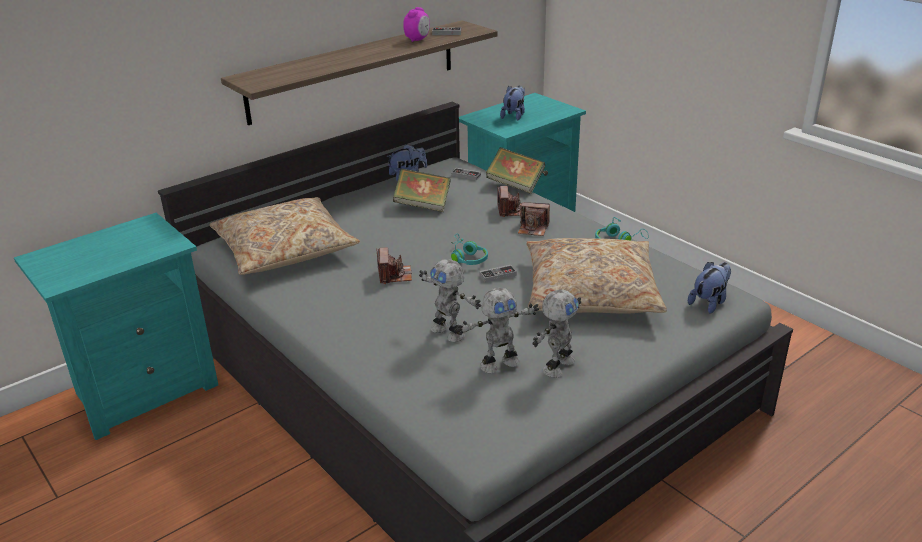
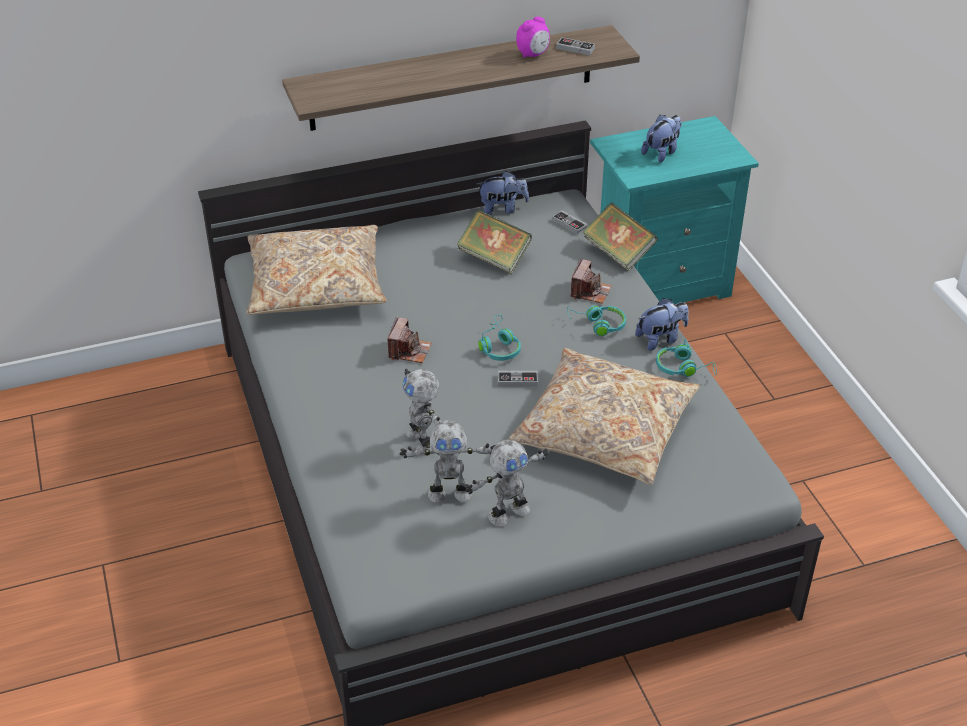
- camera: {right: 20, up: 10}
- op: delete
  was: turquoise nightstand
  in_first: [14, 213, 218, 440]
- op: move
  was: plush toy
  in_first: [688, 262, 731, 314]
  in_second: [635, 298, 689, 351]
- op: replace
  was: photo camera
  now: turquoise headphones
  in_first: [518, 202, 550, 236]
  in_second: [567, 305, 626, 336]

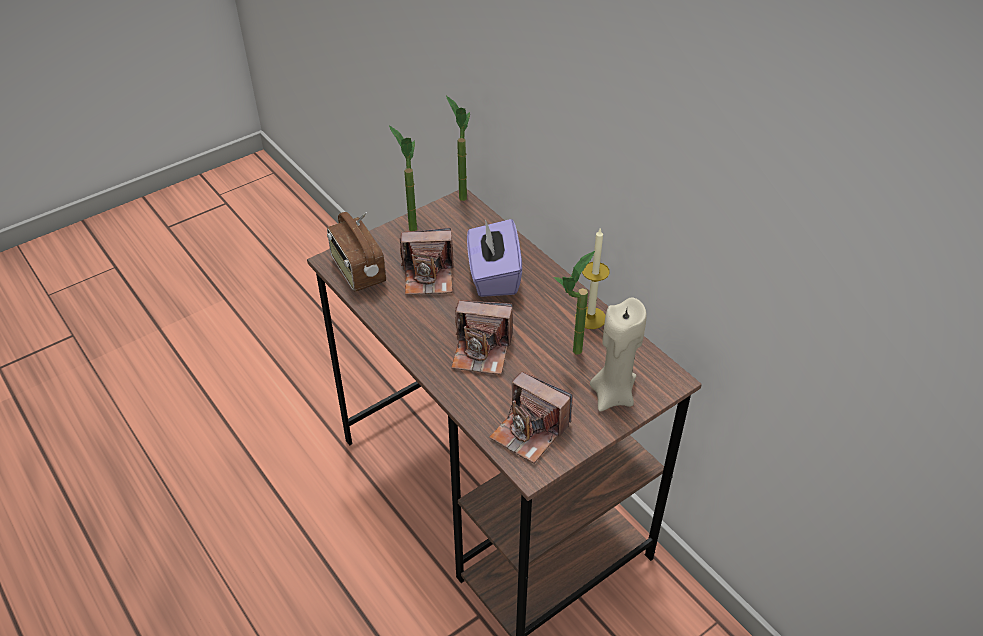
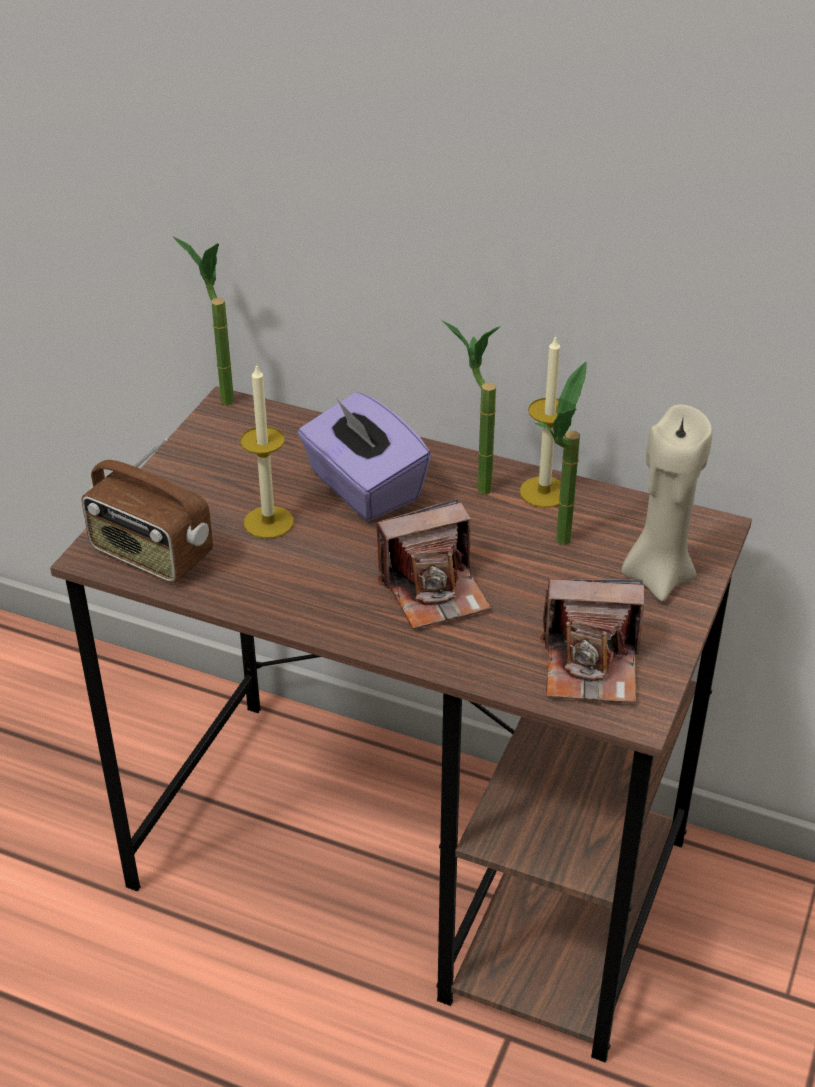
- camera: {right: -30, up: -5}
- op: move
  was: potted plant
  in_first: [389, 126, 417, 231]
  in_second: [442, 321, 501, 495]
- op: replace
  was: photo camera
  now: candle
  in_first: [400, 228, 454, 295]
  in_second: [240, 363, 294, 539]

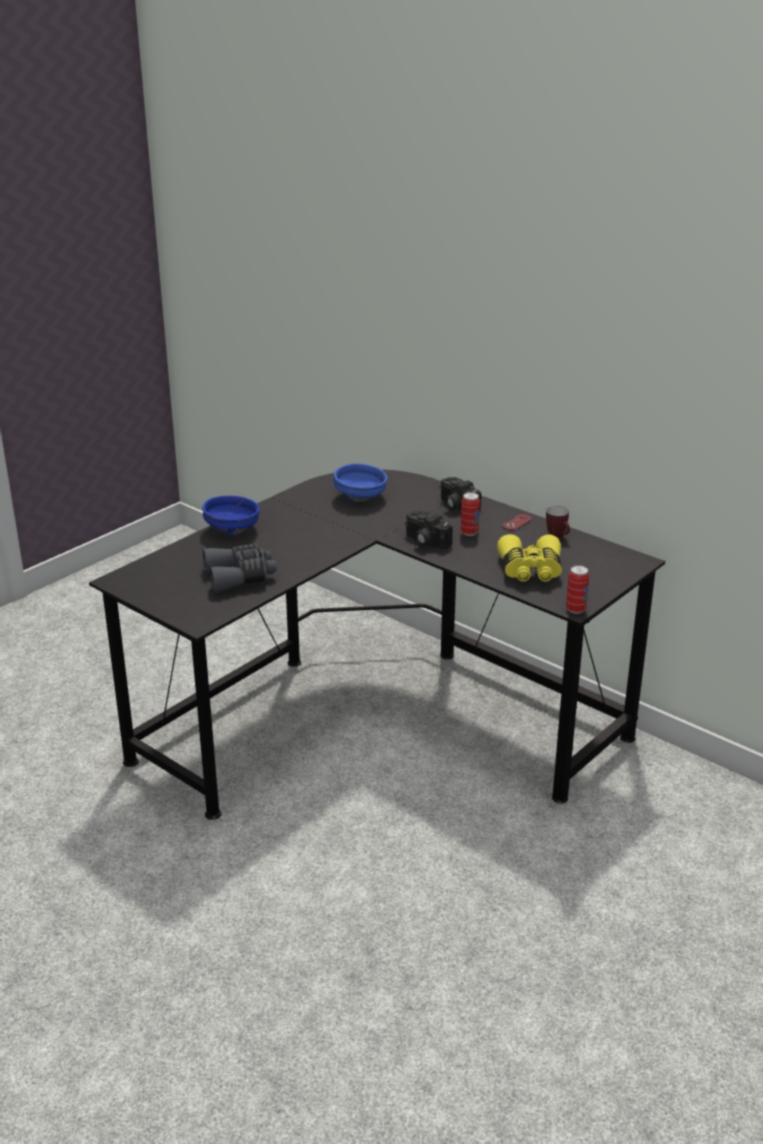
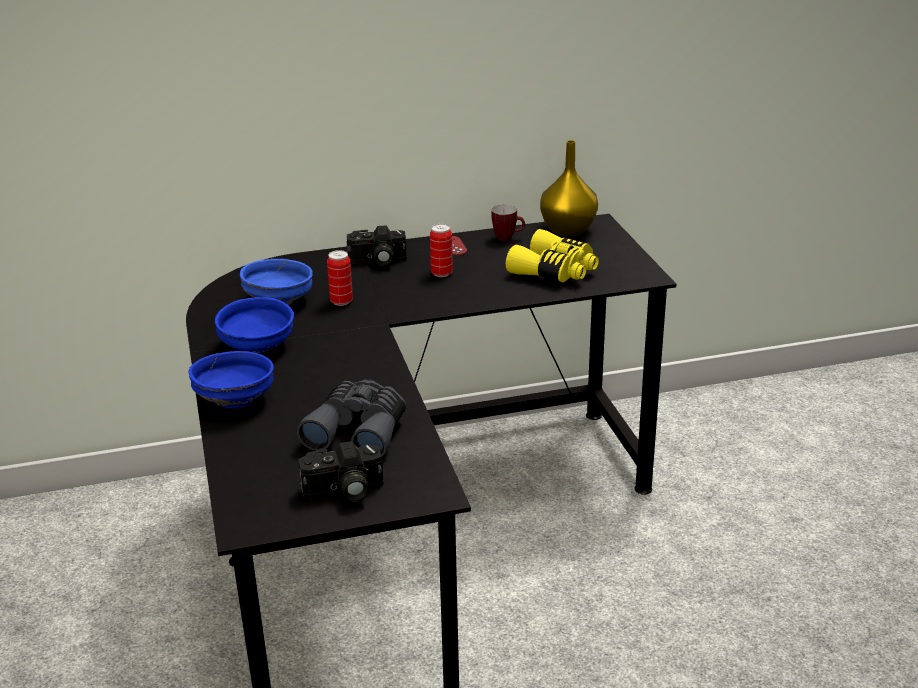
- camera: {right: -55, up: 0}
- op: insert
  now: blue bowl
  in_second: [215, 297, 294, 353]
- op: insert
  now: yellow vase
  in_second: [540, 140, 598, 237]
- op: move
  was: photo camera
  in_first: [405, 511, 453, 549]
  in_second: [298, 441, 384, 502]
- op: move
  was: can
  in_first: [566, 565, 589, 614]
  in_second: [327, 250, 353, 306]

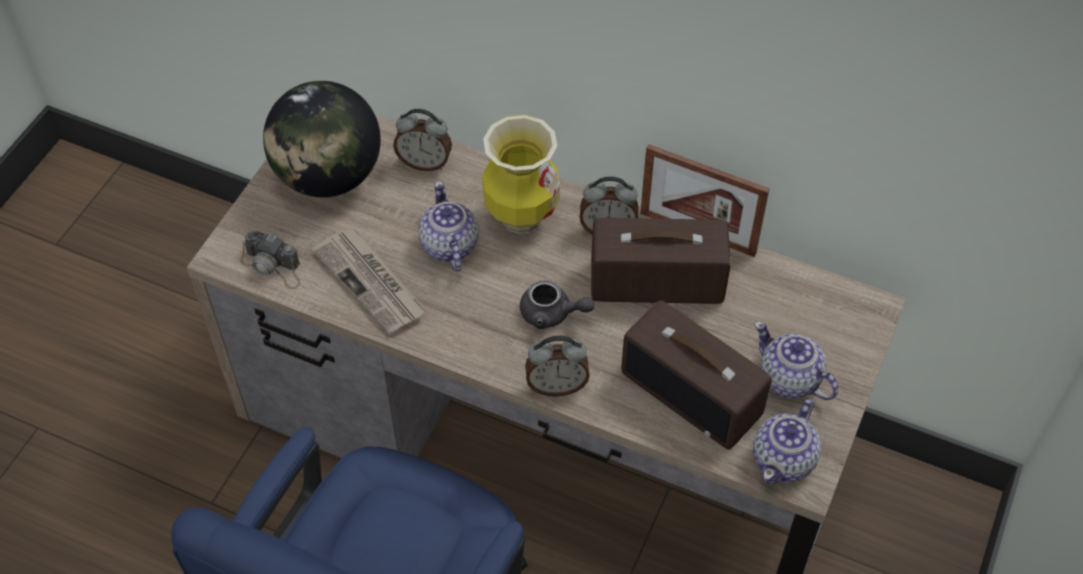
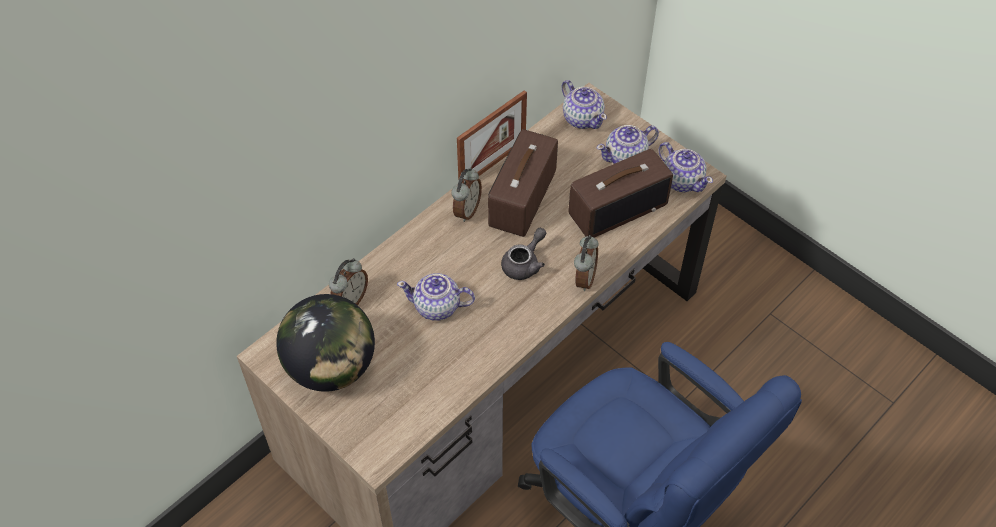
- camera: {right: -70, up: 0}
- op: delete
  was: photo camera
  in_first: [240, 231, 300, 289]
- op: delete
  was: newspaper
  in_first: [311, 228, 427, 336]
- op: delete
  was: vase
  in_first: [482, 115, 560, 234]
- op: insert
  now: teapot
  in_second: [562, 80, 607, 129]

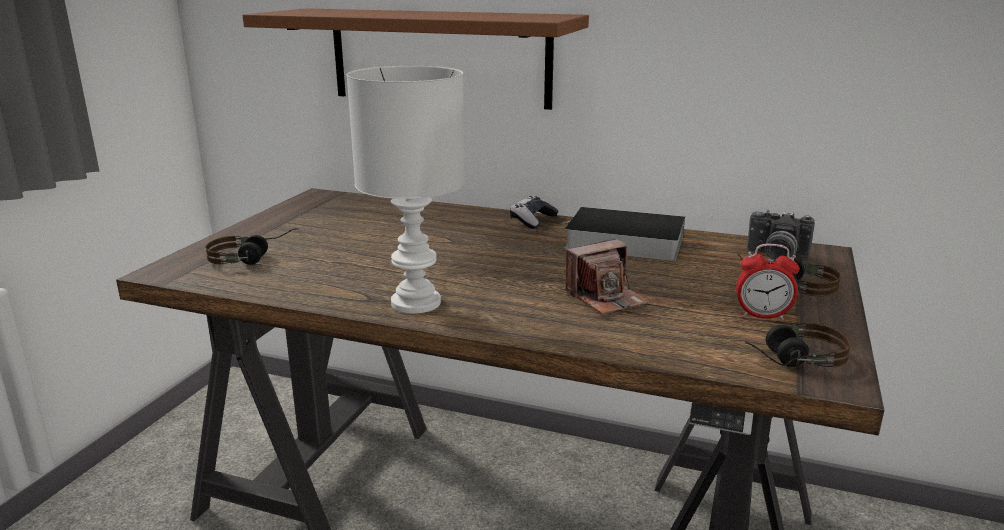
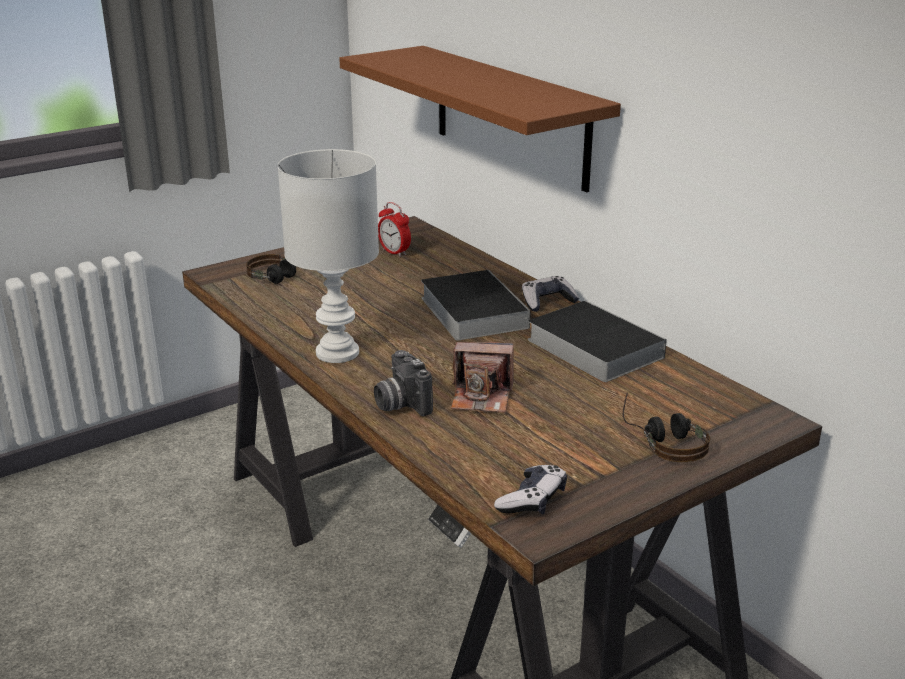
- camera: {right: 35, up: 5}
- op: insert
  now: book
  in_second: [421, 270, 531, 341]
- op: move
  was: alarm clock
  in_first: [736, 244, 799, 320]
  in_second: [378, 202, 411, 257]
- op: move
  was: photo camera
  in_first: [747, 210, 815, 261]
  in_second: [374, 350, 433, 416]
- op: replace
  was: headphones
  now: game controller
  in_first: [745, 323, 851, 367]
  in_second: [494, 465, 567, 514]

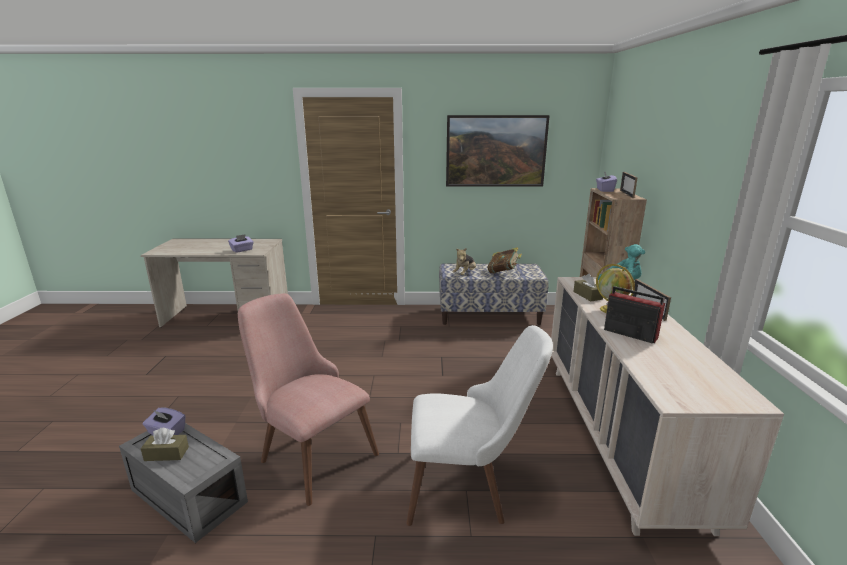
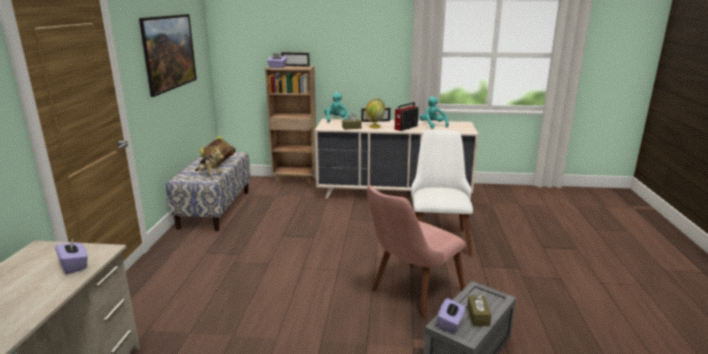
- camera: {right: -85, up: 0}
- op: insert
  now: turquoise plush toy
  in_second: [420, 96, 449, 128]

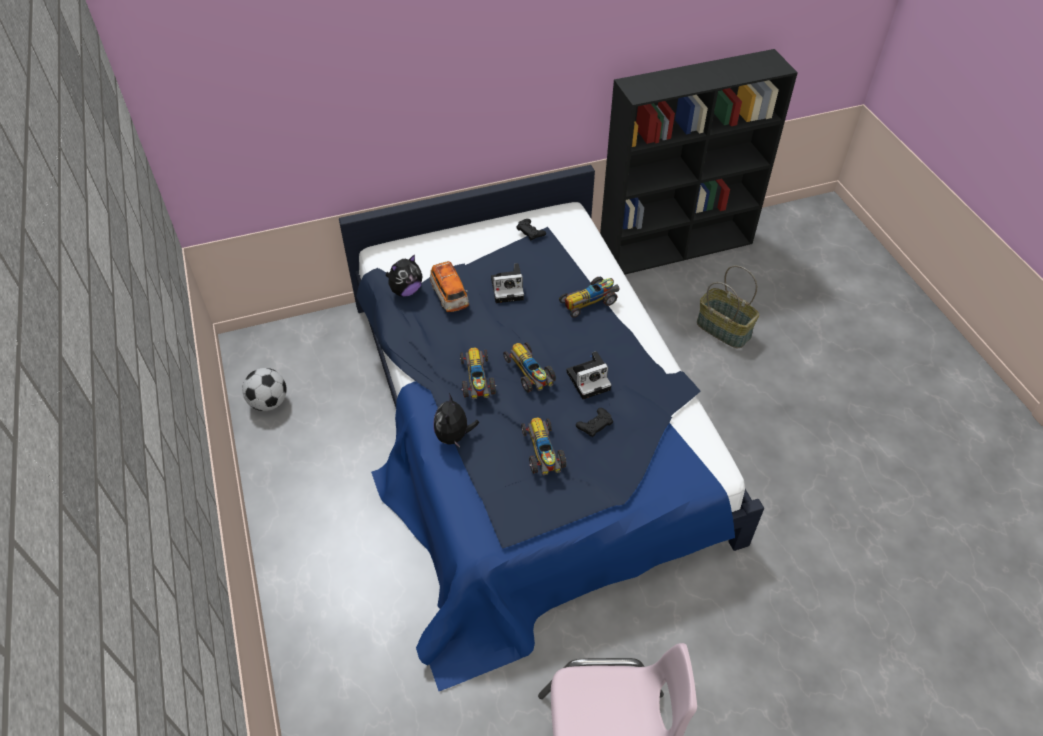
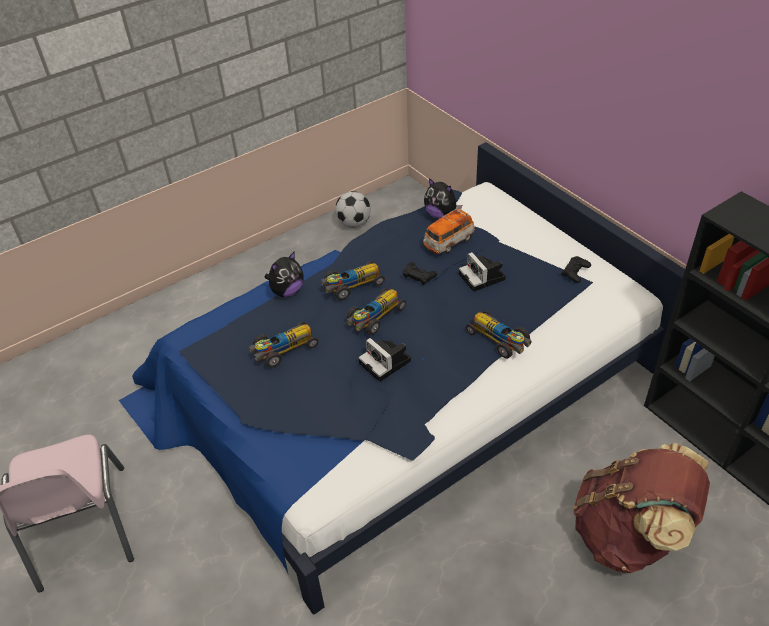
- camera: {right: 75, up: -5}
- op: move
  was: black game controller
  in_first: [576, 408, 613, 437]
  in_second: [403, 262, 437, 285]
- op: replace
  was: basket
  now: brown backpack
  in_first: [697, 265, 759, 348]
  in_second: [573, 443, 710, 573]
- op: rotate
  was: plush toy
  in_first: [433, 393, 479, 448]
  in_second: [264, 252, 304, 297]
  clockwise: 150

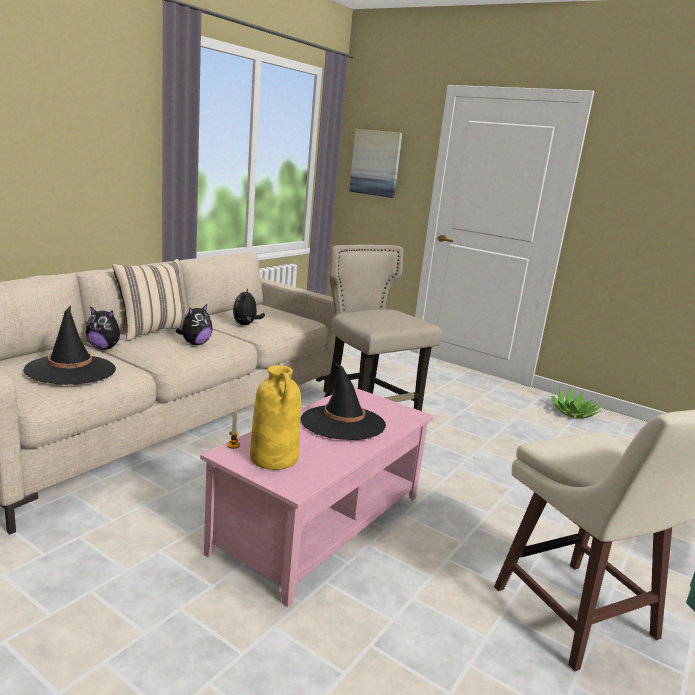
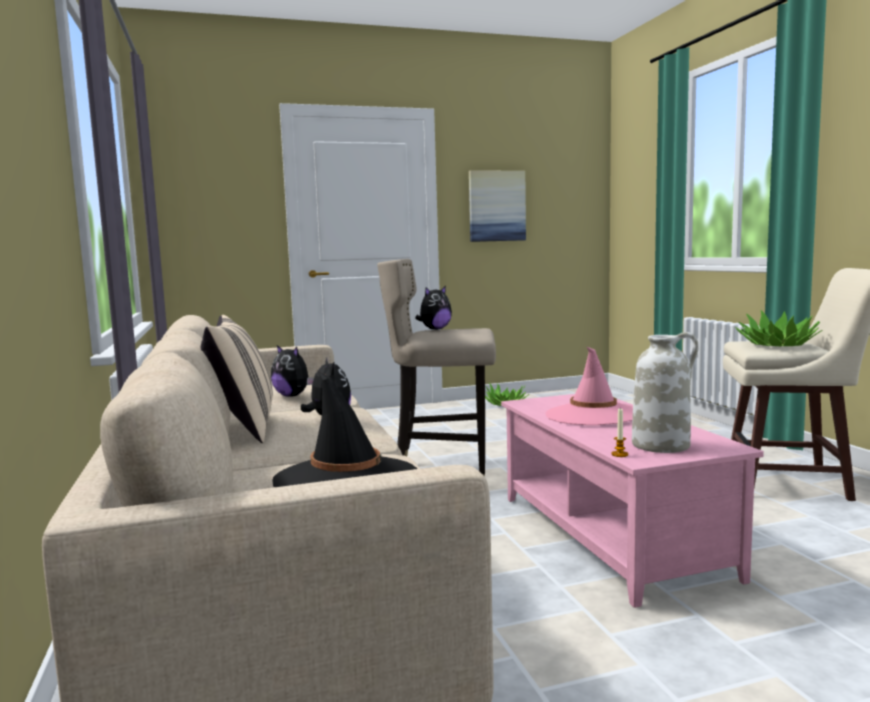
- camera: {right: -50, up: -10}
- op: insert
  now: potted plant
  in_second: [735, 310, 823, 347]
- op: move
  was: plush toy
  in_first: [86, 306, 126, 350]
  in_second: [415, 286, 452, 330]
- op: move
  was: picture
  in_first: [349, 129, 402, 198]
  in_second: [469, 170, 526, 242]
- op: recolor
  was: yellow vase
  now: white vase
  in_first: [250, 365, 301, 470]
  in_second: [632, 332, 699, 453]
- op: recolor
  was: black hat
  now: pink hat
  in_first: [301, 362, 386, 440]
  in_second: [545, 347, 633, 425]

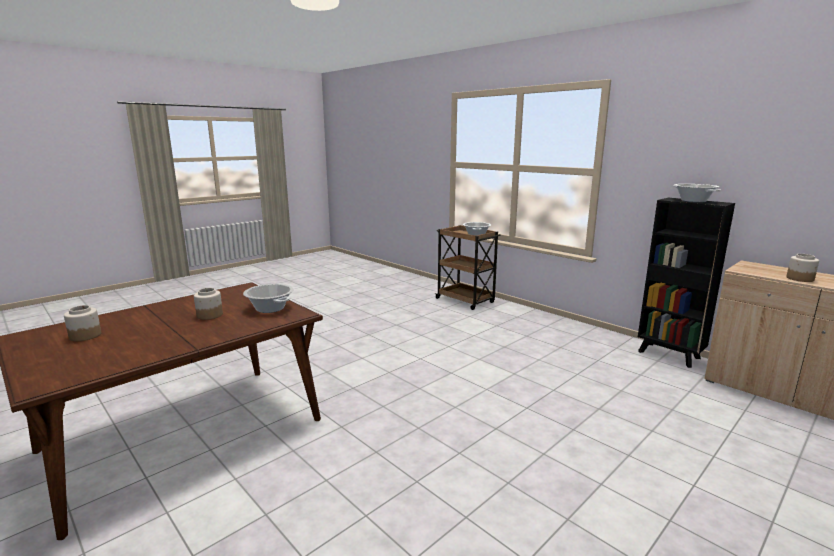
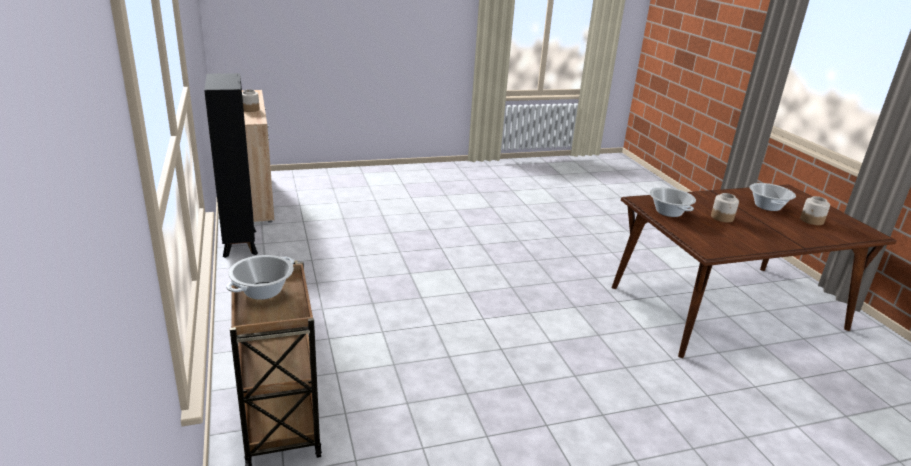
- camera: {right: -155, up: 10}
- op: move
  was: cooking pot
  in_first: [673, 184, 721, 203]
  in_second: [749, 183, 796, 211]

